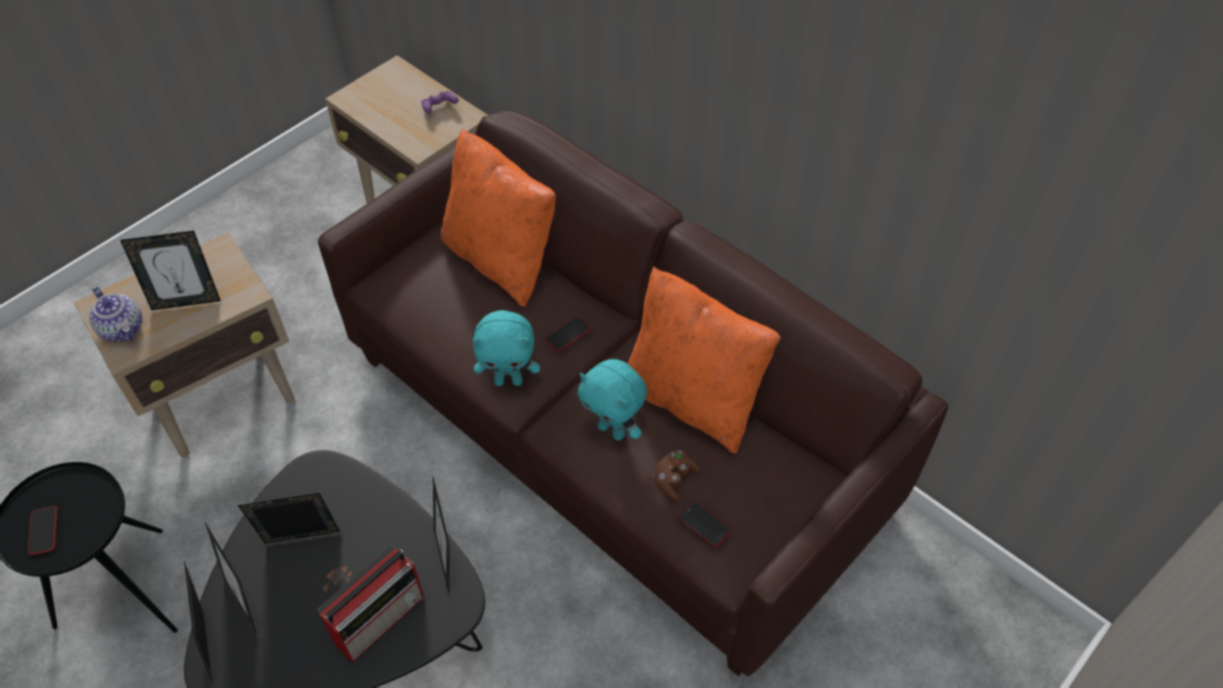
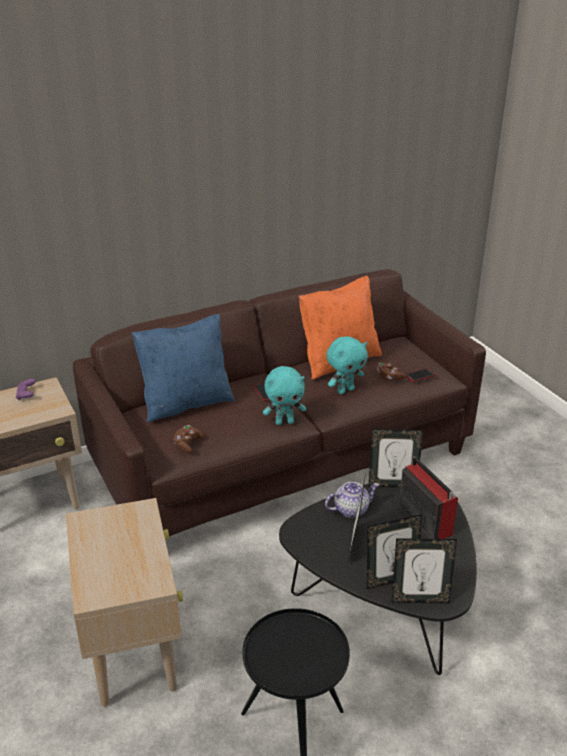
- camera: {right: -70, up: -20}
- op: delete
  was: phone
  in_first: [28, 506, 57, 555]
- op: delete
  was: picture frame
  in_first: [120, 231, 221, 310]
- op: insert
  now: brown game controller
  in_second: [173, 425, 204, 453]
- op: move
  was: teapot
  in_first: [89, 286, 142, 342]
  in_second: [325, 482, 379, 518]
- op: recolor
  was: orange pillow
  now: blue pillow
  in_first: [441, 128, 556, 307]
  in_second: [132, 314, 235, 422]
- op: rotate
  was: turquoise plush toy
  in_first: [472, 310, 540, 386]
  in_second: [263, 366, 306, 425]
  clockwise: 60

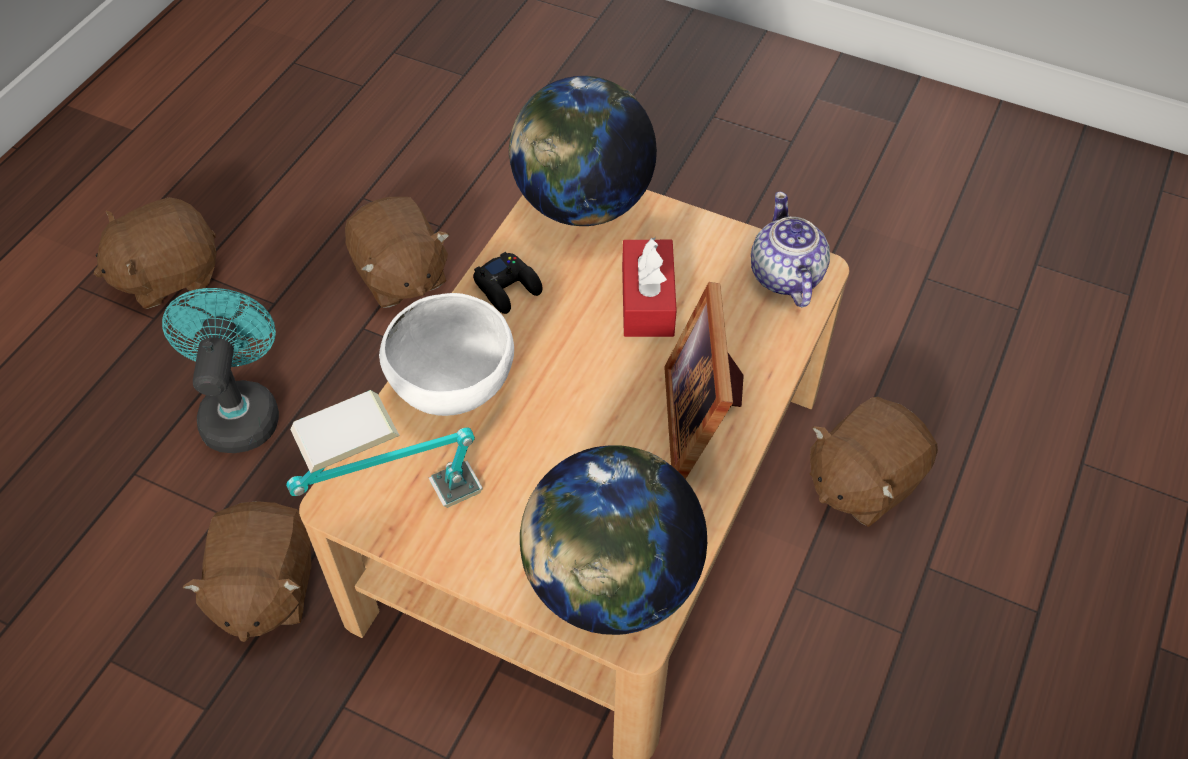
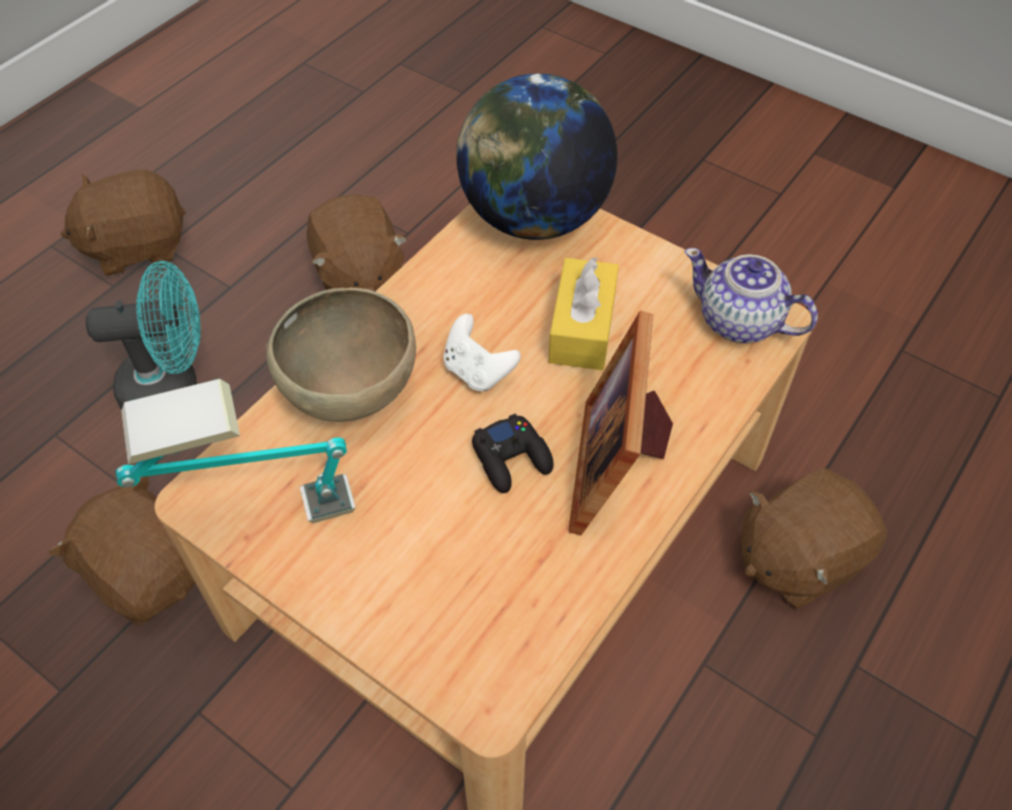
- camera: {right: 10, up: 0}
- op: delete
  was: globe
  in_first: [520, 445, 707, 635]
- op: insert
  now: white game controller
  in_second: [443, 314, 521, 391]
- op: move
  was: black game controller
  in_first: [473, 252, 542, 314]
  in_second: [472, 413, 554, 493]
- op: recolor
  was: white bowl
  now: brown bowl
  in_first: [379, 293, 514, 416]
  in_second: [266, 288, 416, 422]
- op: recolor
  was: red tissue box
  now: yellow tissue box
  in_first: [622, 237, 677, 337]
  in_second: [548, 257, 619, 370]
- op: rotate
  was: turquoise fan
  in_first: [162, 288, 279, 453]
  in_second: [85, 261, 201, 410]
  clockwise: 75
- op: rotate
  was: brown plush toy
  in_first: [183, 501, 311, 642]
  in_second: [49, 476, 195, 626]
  clockwise: 120
- op: rotate
  was: teapot
  in_first: [751, 192, 830, 307]
  in_second: [685, 248, 818, 343]
  clockwise: -60

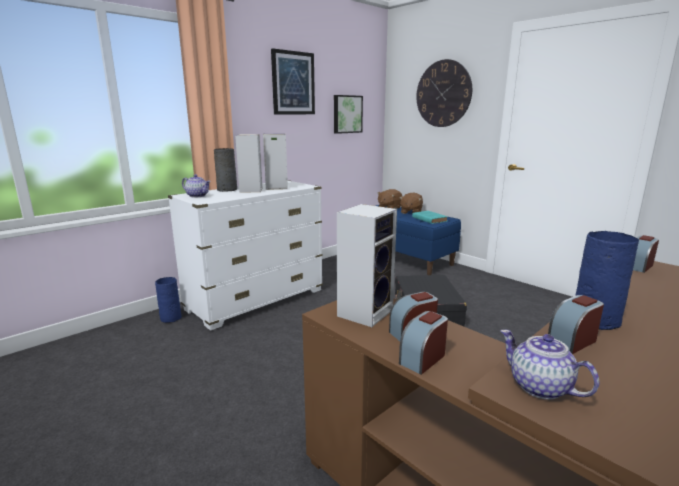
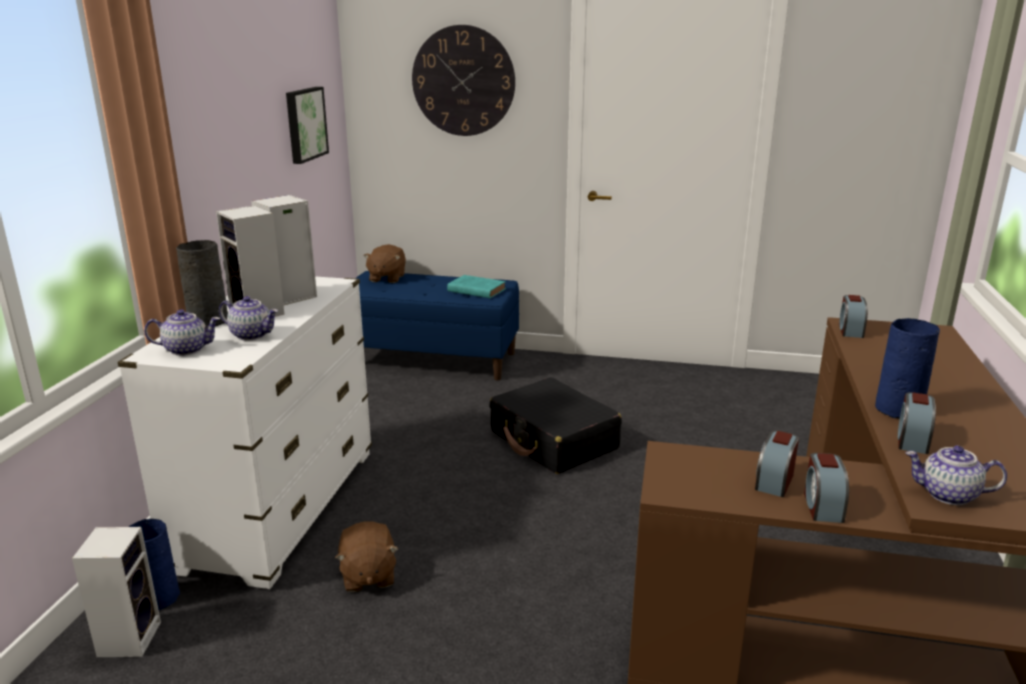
- camera: {right: -35, up: 5}
- op: delete
  was: picture
  in_first: [271, 48, 315, 114]
- op: insert
  now: teapot
  in_second: [219, 296, 278, 340]
- op: move
  was: speaker
  in_first: [337, 204, 397, 327]
  in_second: [72, 527, 161, 657]
- op: move
  was: brown plush toy
  in_first: [399, 192, 423, 214]
  in_second: [335, 521, 398, 592]

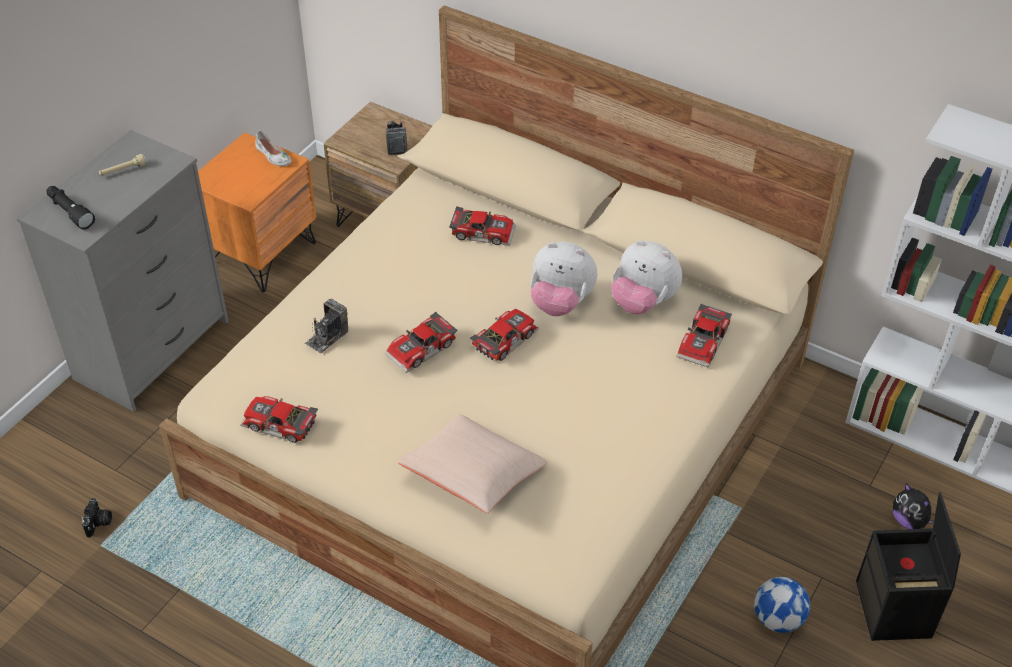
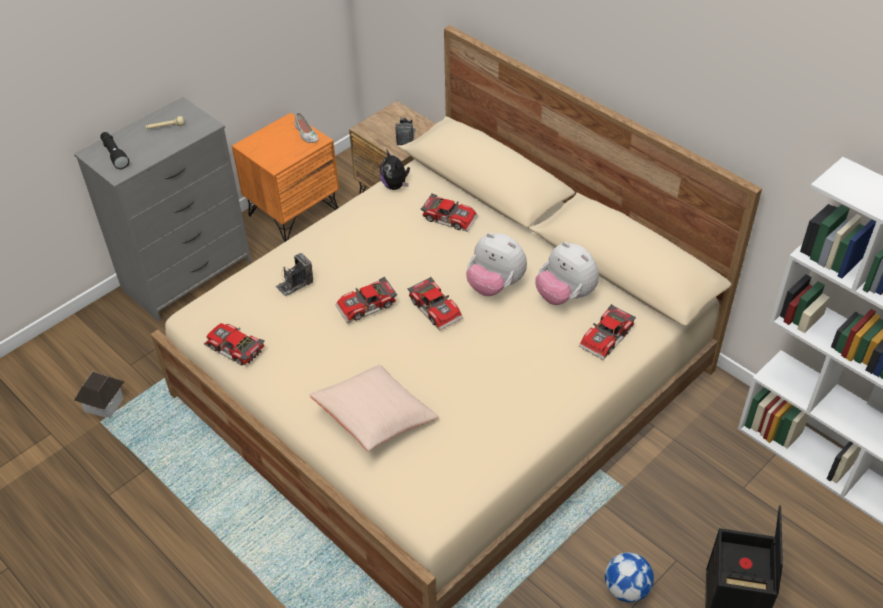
- camera: {right: 15, up: 0}
- op: move
  was: plush toy
  in_first: [893, 483, 934, 529]
  in_second: [380, 149, 410, 190]
- op: replace
  was: photo camera
  now: toy house
  in_first: [82, 498, 112, 537]
  in_second: [74, 371, 124, 418]
- op: rotate
  was: toy car
  in_first: [470, 309, 539, 361]
  in_second: [408, 277, 463, 330]
  clockwise: 90

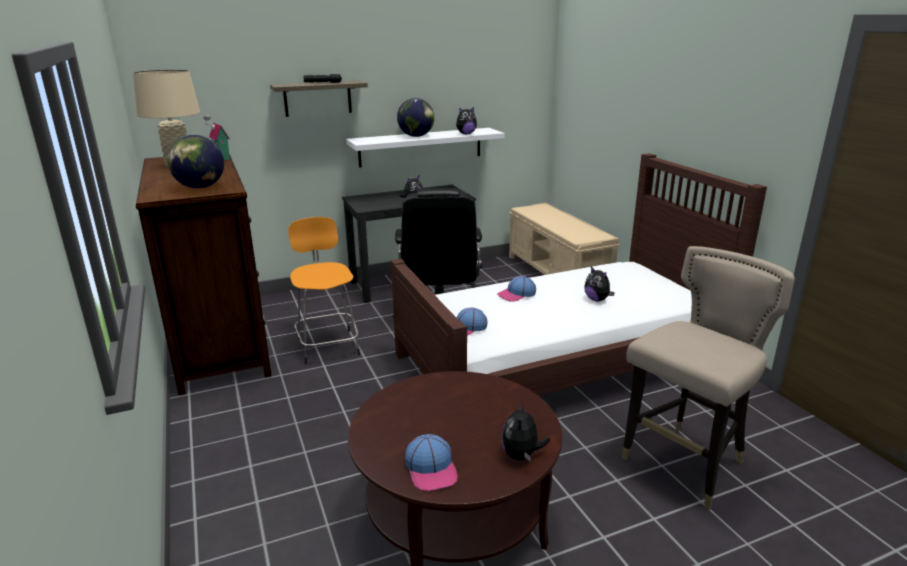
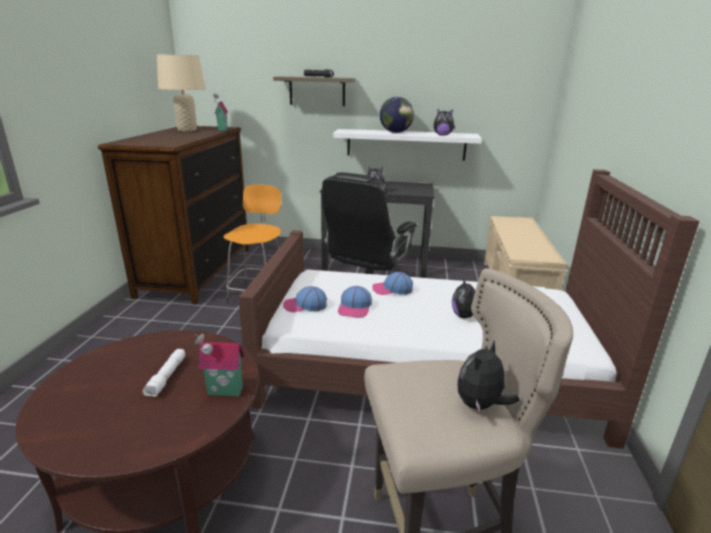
- camera: {right: 30, up: 0}
- op: delete
  was: globe
  in_first: [167, 135, 224, 189]
- op: insert
  now: white flashlight
  in_second: [143, 349, 185, 397]
- op: insert
  now: toy house
  in_second: [195, 334, 245, 396]
- op: move
  was: cap
  in_first: [405, 434, 458, 491]
  in_second: [338, 286, 372, 318]
- op: move
  was: plush toy
  in_first: [502, 401, 550, 462]
  in_second: [457, 341, 520, 412]

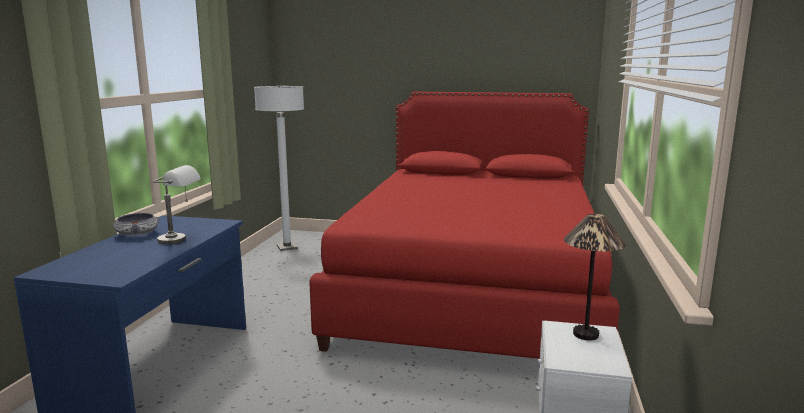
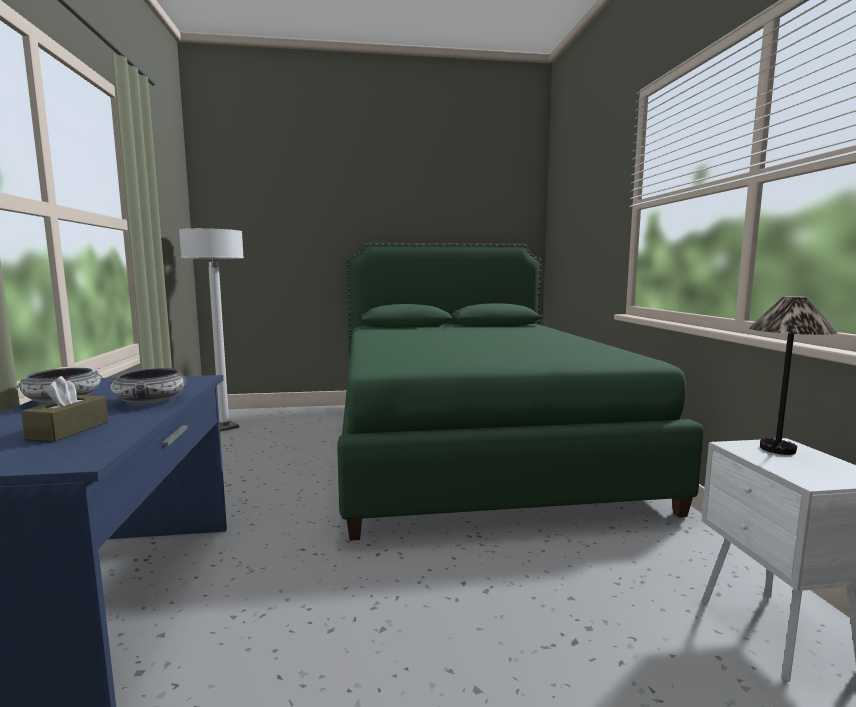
- camera: {right: -20, up: -5}
- op: insert
  now: brown tissue box
  in_second: [21, 376, 108, 442]
- op: replace
  was: grey table lamp
  now: bowl
  in_first: [153, 165, 201, 245]
  in_second: [110, 368, 188, 403]
- op: recolor
  was: red bed
  now: green bed
  in_first: [309, 92, 620, 359]
  in_second: [337, 243, 704, 541]

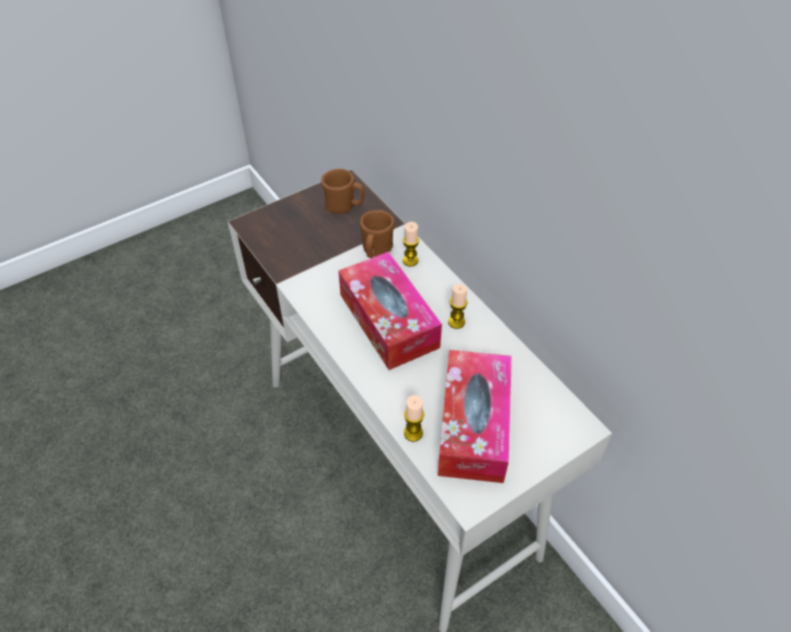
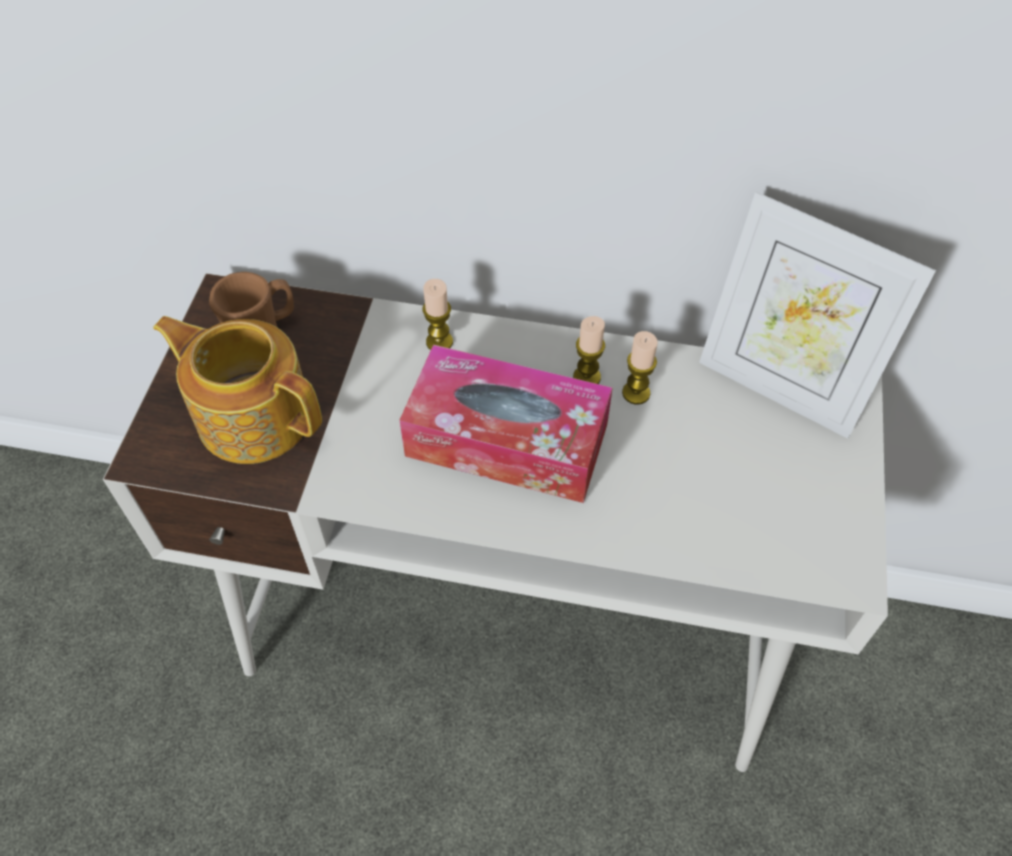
- camera: {right: -45, up: 5}
- op: delete
  was: brown mug
  in_first: [360, 210, 395, 258]
- op: delete
  was: tissue box
  in_first: [437, 350, 512, 483]
- op: insert
  now: teapot
  in_second: [153, 316, 322, 464]
- op: insert
  now: picture frame
  in_second: [699, 192, 936, 438]
- op: move
  was: candle
  in_first: [404, 395, 424, 442]
  in_second: [622, 331, 658, 405]

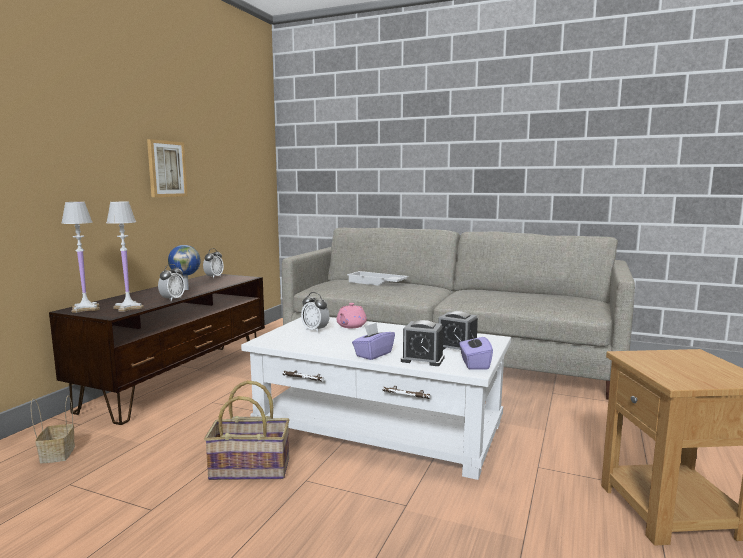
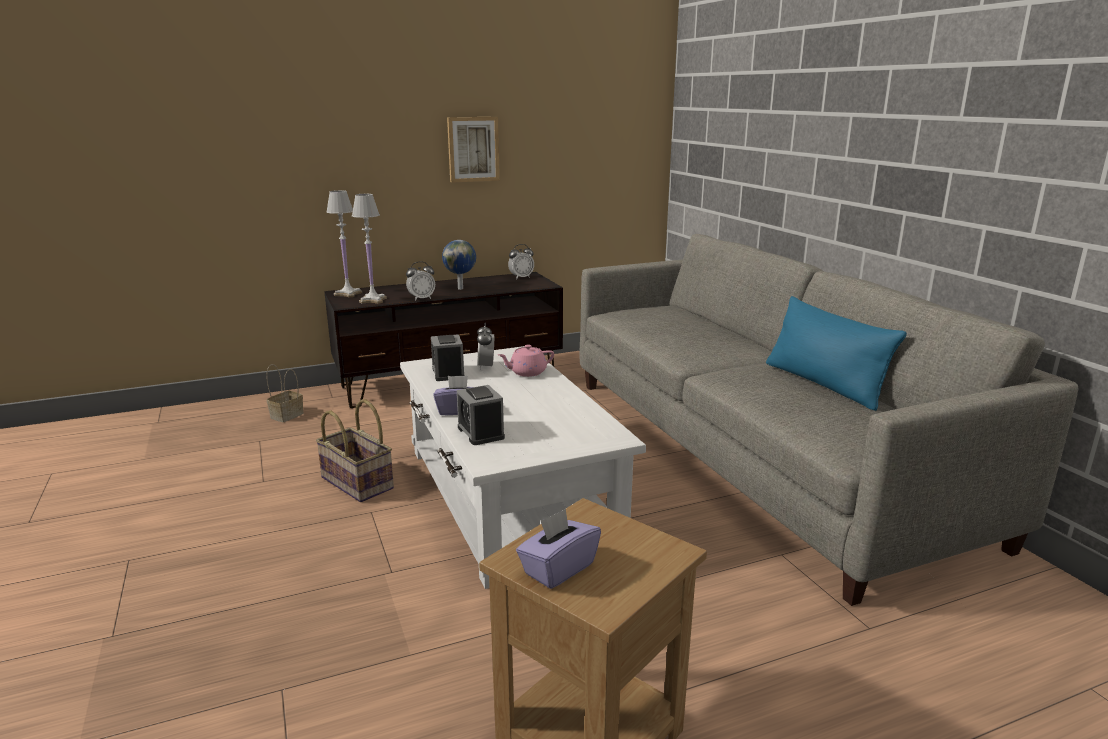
- camera: {right: 45, up: 10}
- op: delete
  was: white tray
  in_first: [347, 271, 409, 286]
- op: insert
  now: blue pillow
  in_second: [766, 296, 907, 411]
- op: move
  was: alarm clock
  in_first: [438, 311, 478, 350]
  in_second: [431, 334, 464, 381]
- op: move
  was: purple tissue box
  in_first: [459, 330, 493, 369]
  in_second: [516, 508, 601, 589]

